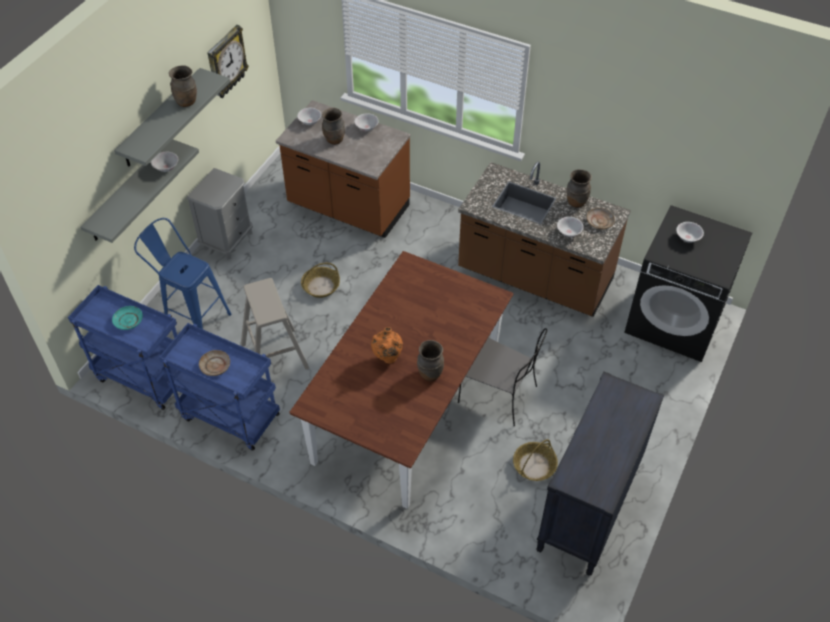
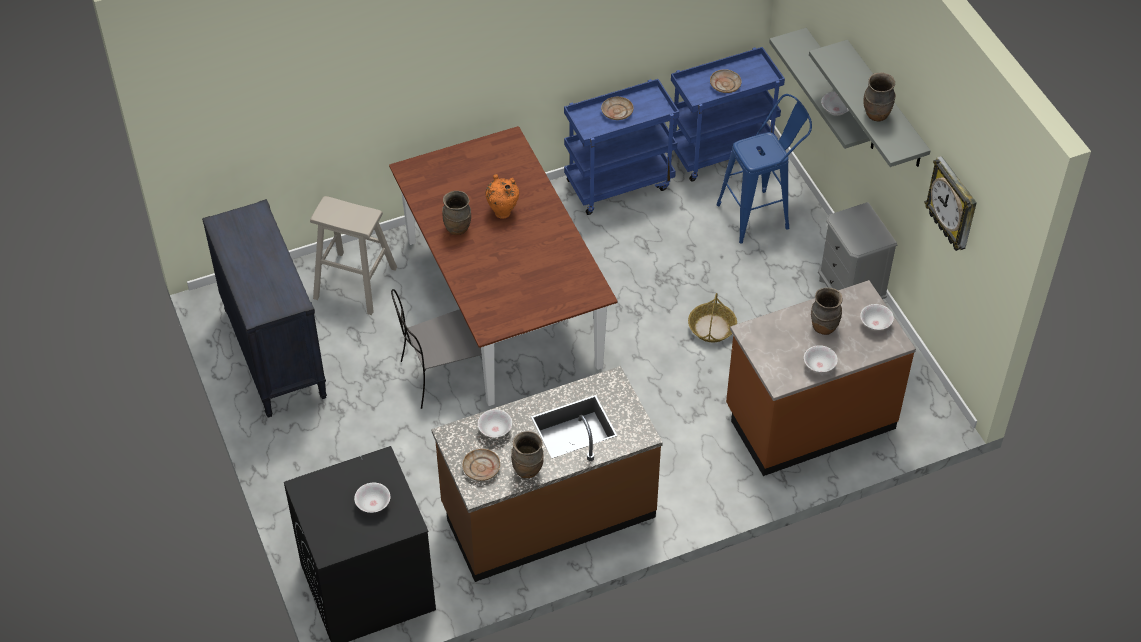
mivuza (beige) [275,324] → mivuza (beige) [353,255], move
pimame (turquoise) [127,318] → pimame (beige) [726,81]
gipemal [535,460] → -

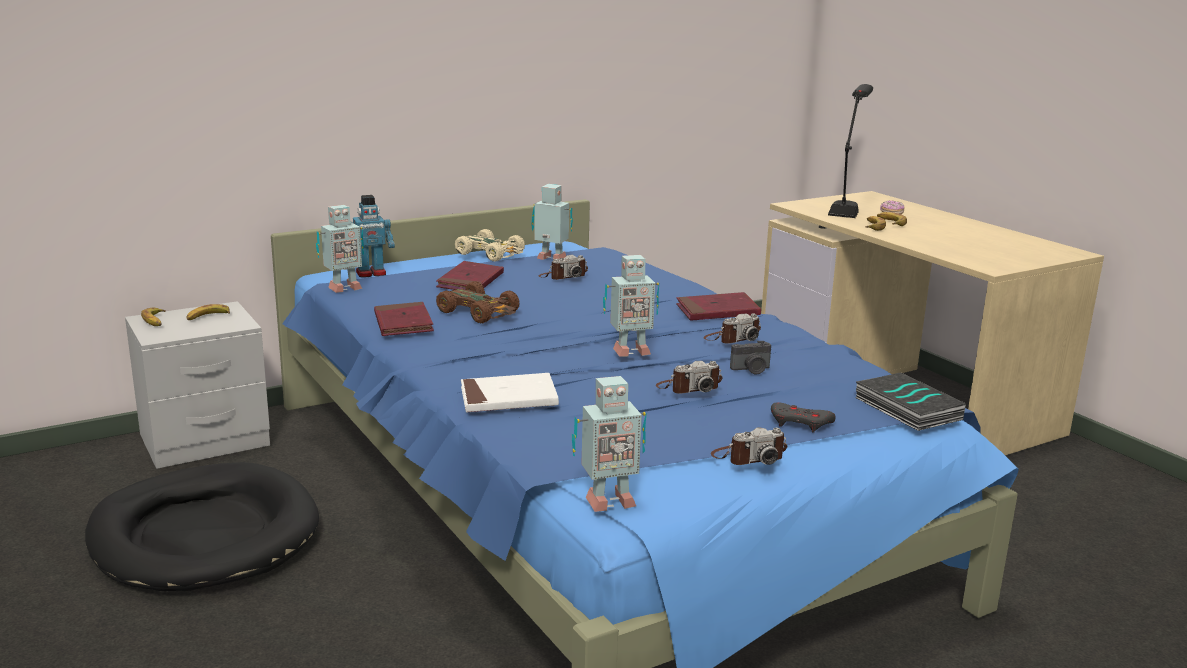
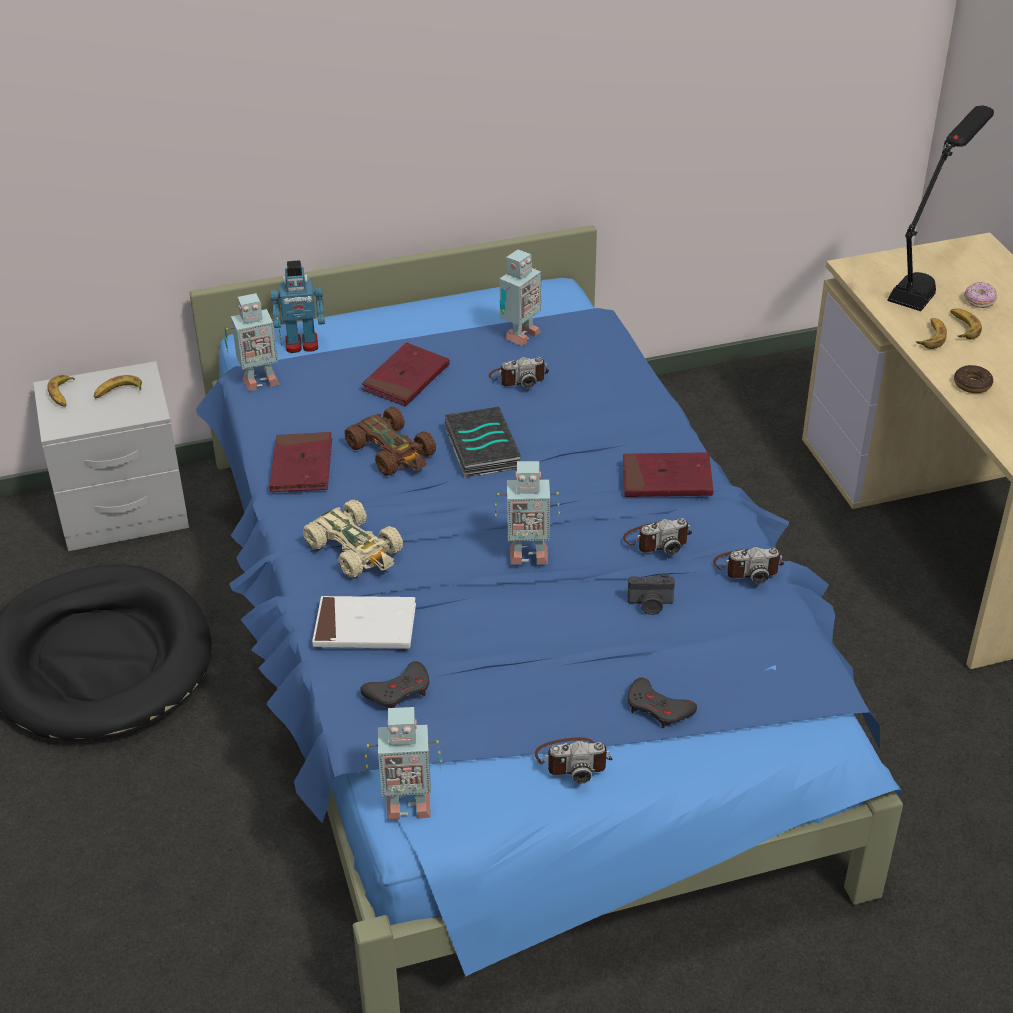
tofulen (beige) [490,245] → tofulen (beige) [353,539], move
- → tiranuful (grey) [394,684]
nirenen [910,401] → nirenen [483,442], move
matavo [552,222] → matavo [521,298], 90 degrees clockwise
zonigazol [689,377] → zonigazol [748,565], move
- → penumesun [973,379]

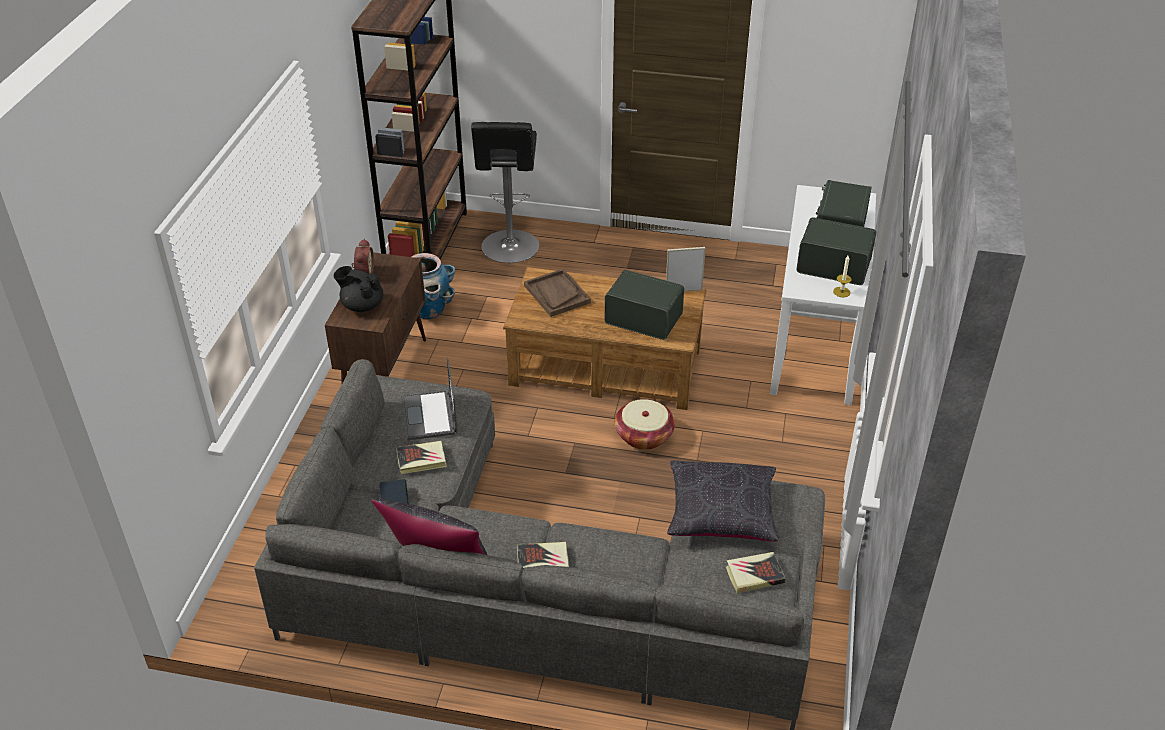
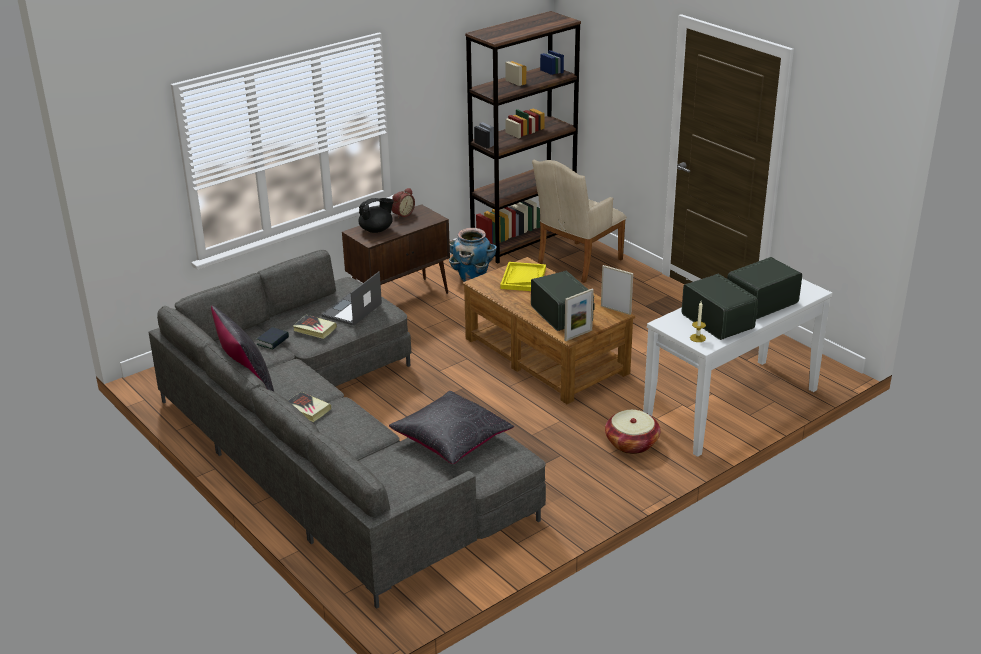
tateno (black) [358,289] → tateno (black) [376,215], 90 degrees clockwise
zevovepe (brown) [557,293] → zevovepe (yellow) [523,276]
mivuza (black) [505,192] → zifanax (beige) [579,221]
- → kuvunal [579,315]
gipemal [645,424] → gipemal [632,432], move
nirenen [756,572] → -

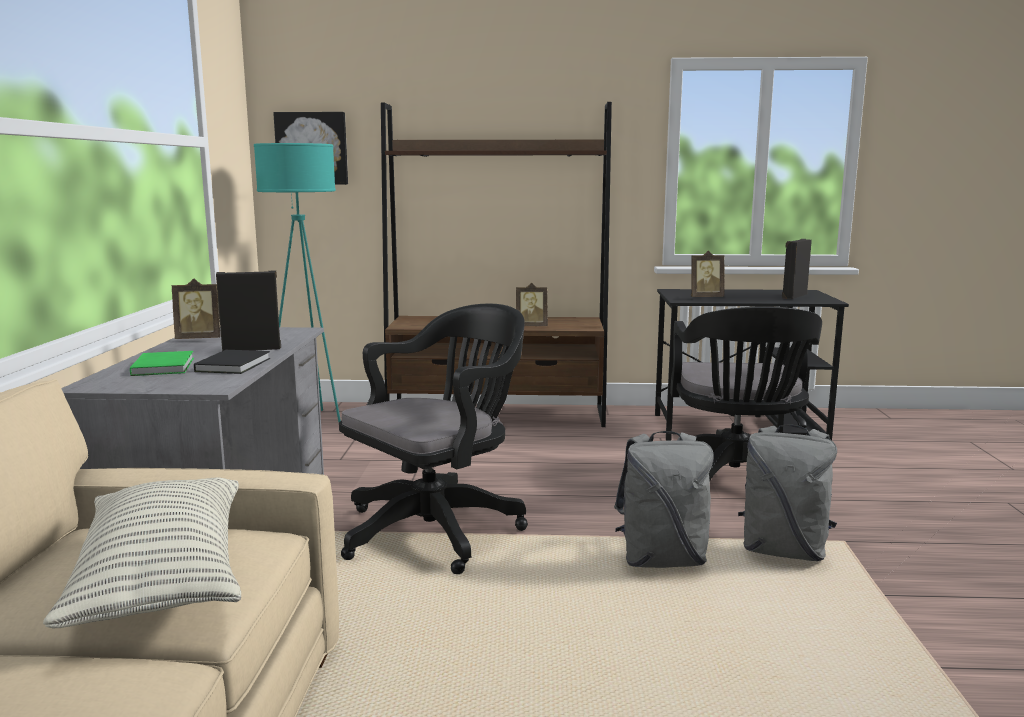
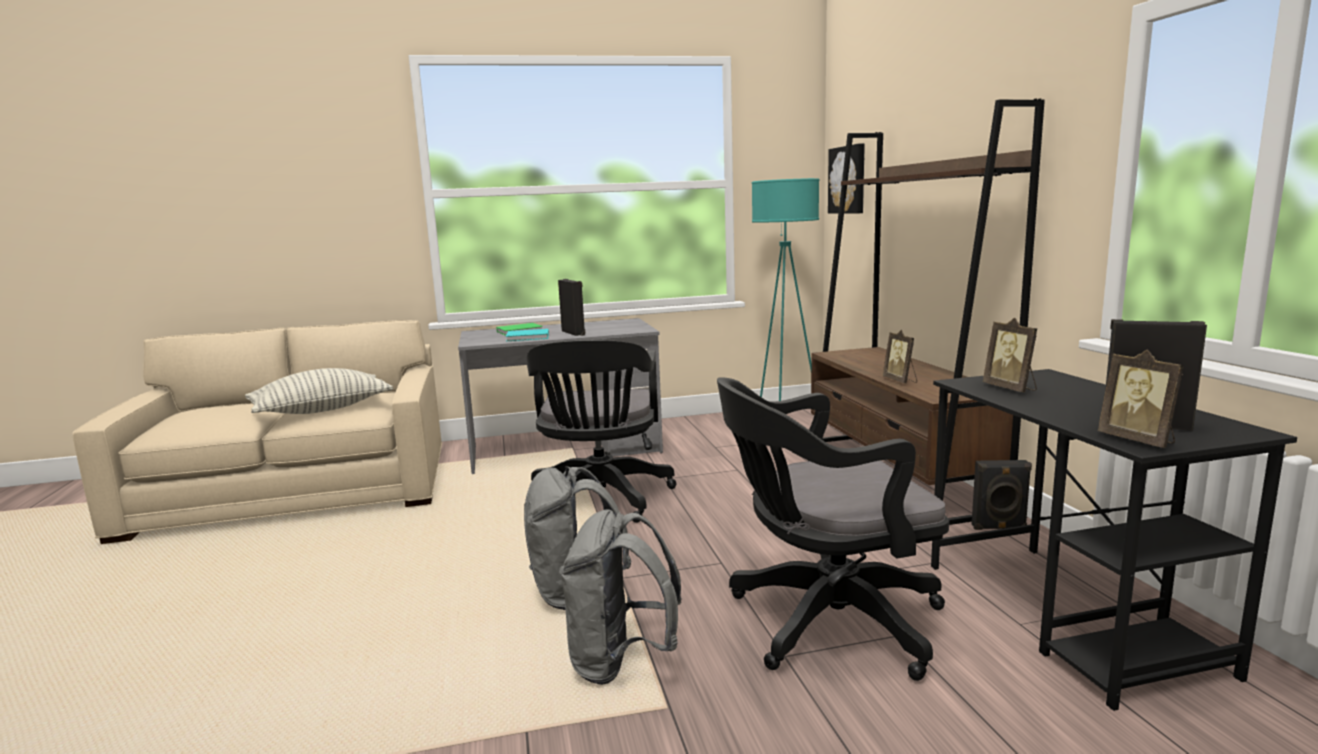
nirenen (black) [232,362] → nirenen (turquoise) [527,335]
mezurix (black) [433,439] → mezurix (black) [601,431], 60 degrees clockwise
- → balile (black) [1002,495]
kuvunal [196,309] → kuvunal [1141,399], move

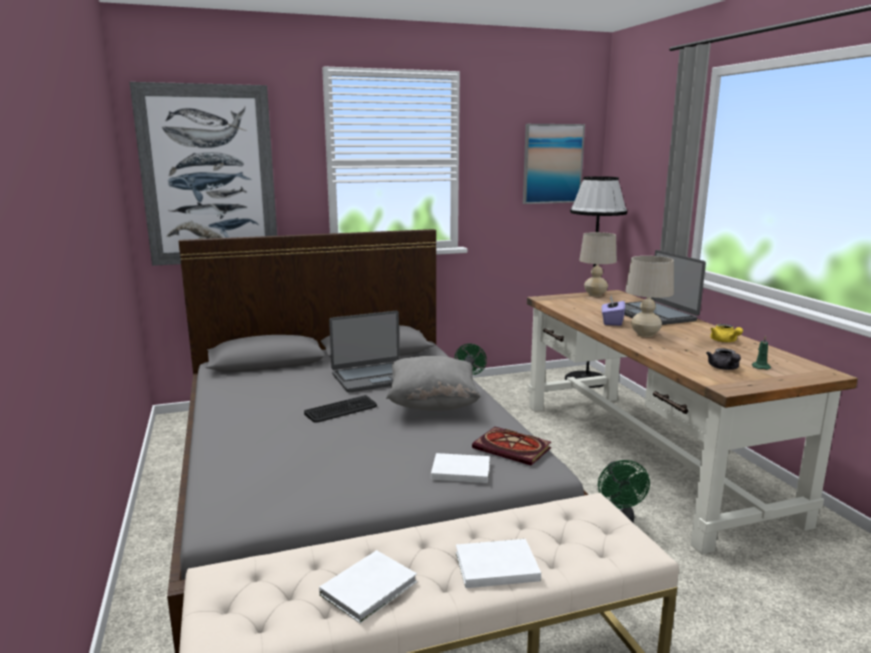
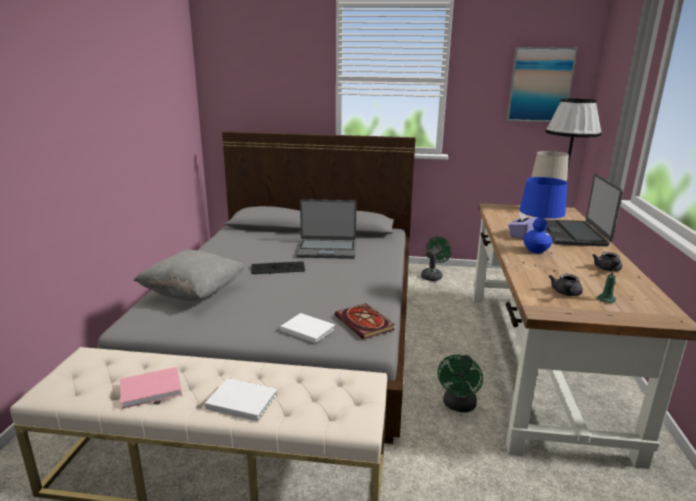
nirenen (white) [368,587] → nirenen (pink) [151,388]
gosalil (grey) [433,383] → gosalil (grey) [189,275], move
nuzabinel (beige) [649,296] → nuzabinel (blue) [543,215]
tateno (yellow) [726,333] → tateno (grey) [607,261]
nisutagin [203,174] → -

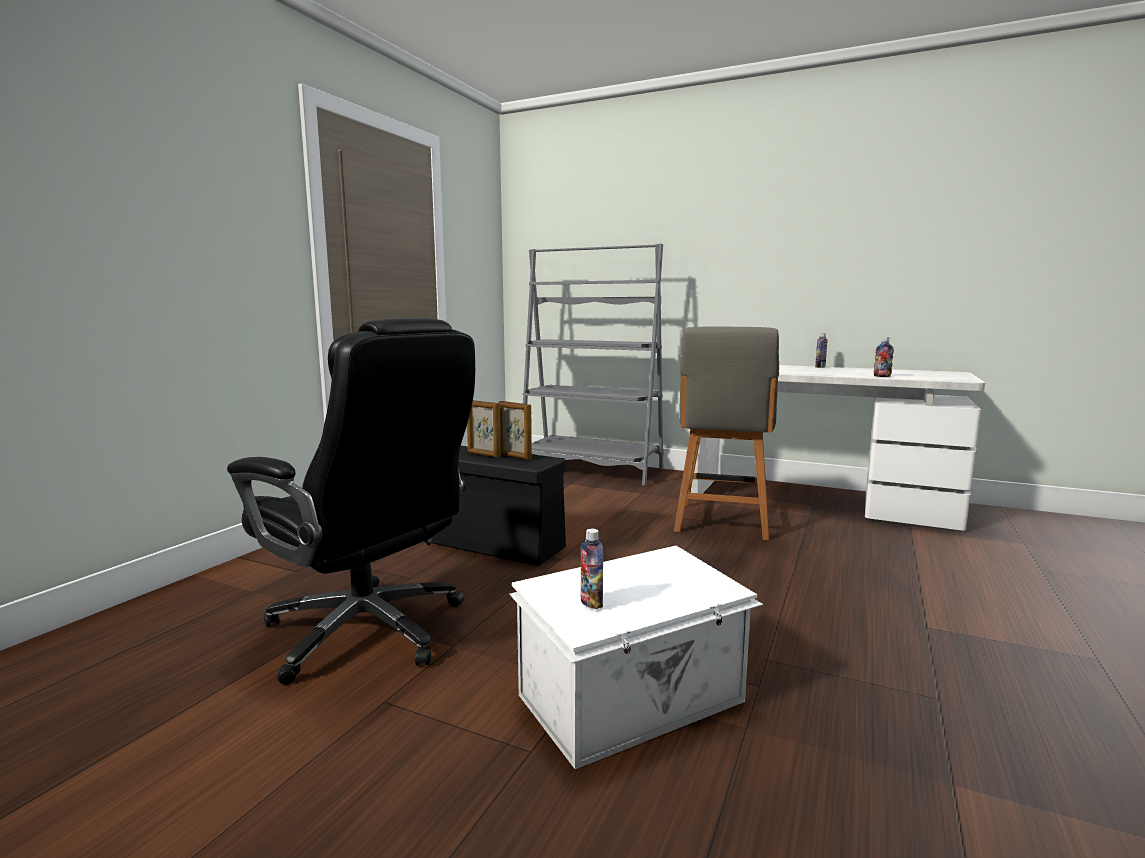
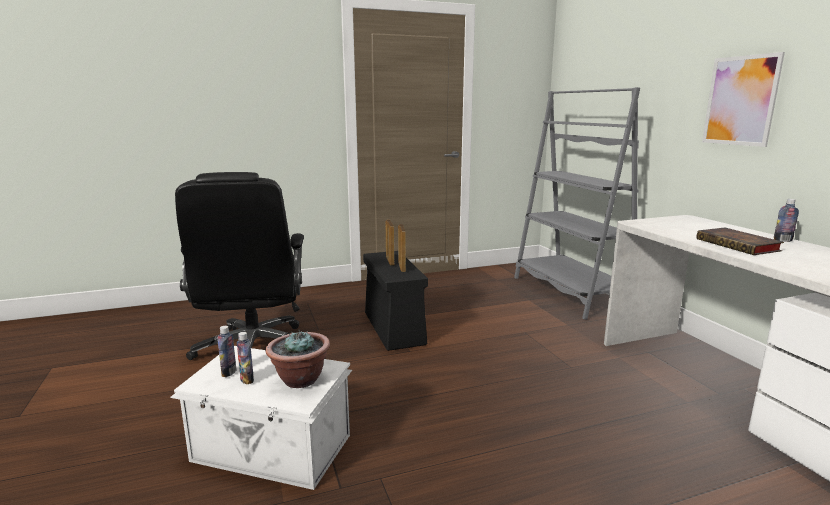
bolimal [883,357] → bolimal [245,358], move
- → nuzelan [298,358]
- → nirenen [740,241]
- → nisutagin [743,99]
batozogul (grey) [726,433] → -

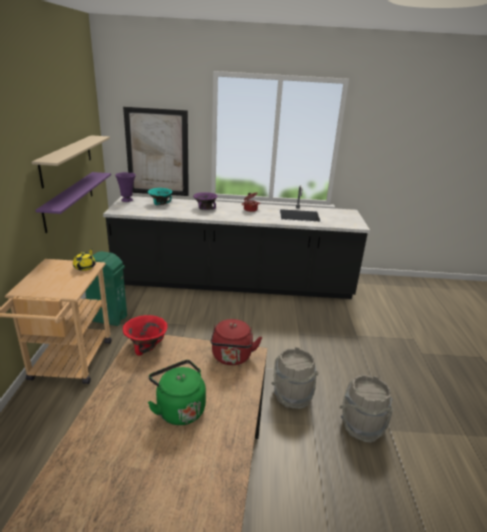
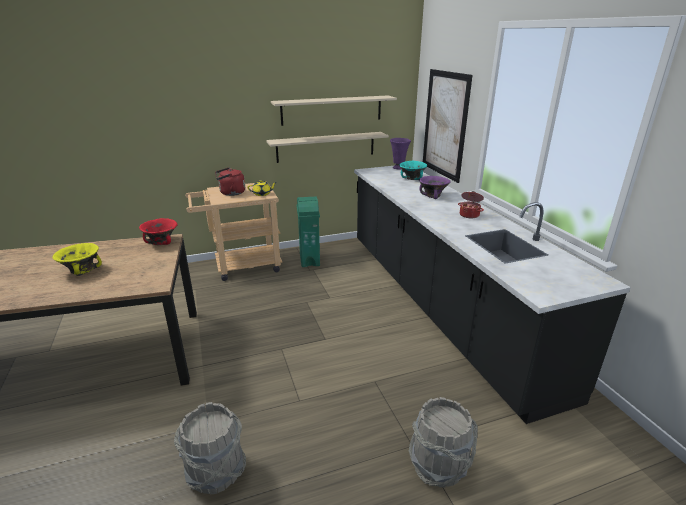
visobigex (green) [177,392] → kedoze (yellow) [77,259]
visobigex (red) [236,342] → visobigex (red) [230,181], move
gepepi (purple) [73,202] → gepepi (beige) [327,147]
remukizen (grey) [295,378] → remukizen (grey) [443,442], move

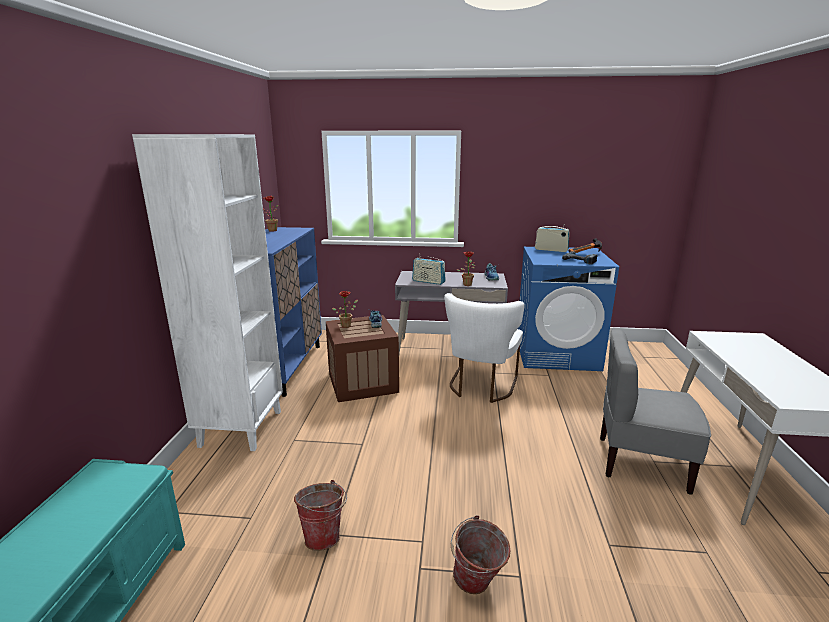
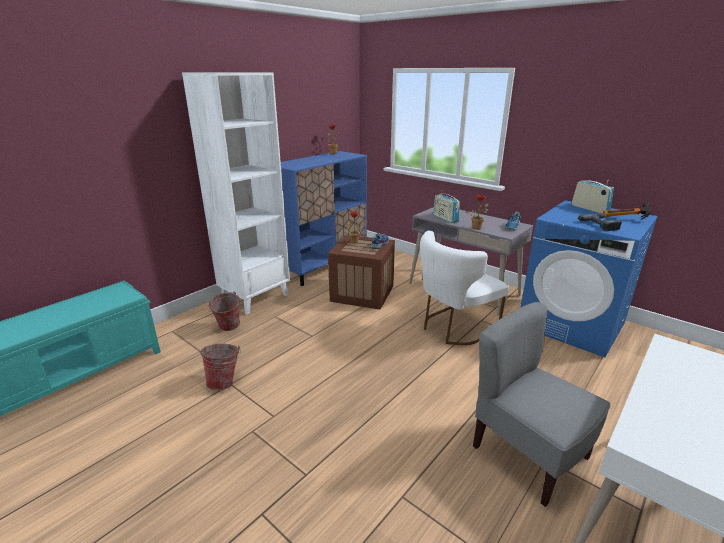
remukizen [480,554] → remukizen [223,311], move

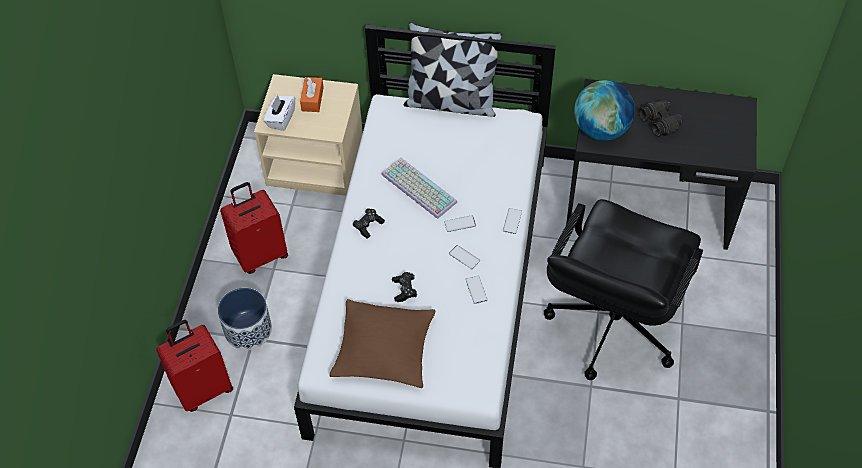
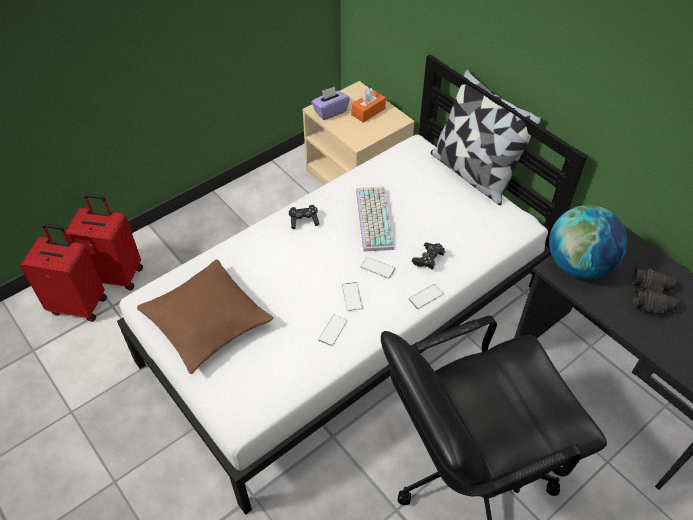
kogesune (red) [254,228] → kogesune (red) [63,272], move
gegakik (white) [279,113] → gegakik (purple) [330,103]
tiranuful (black) [404,287] → tiranuful (black) [429,256], move
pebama [245,319] → -

